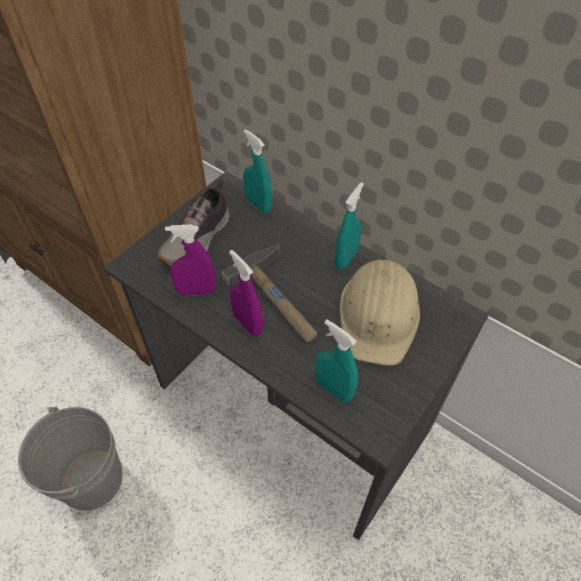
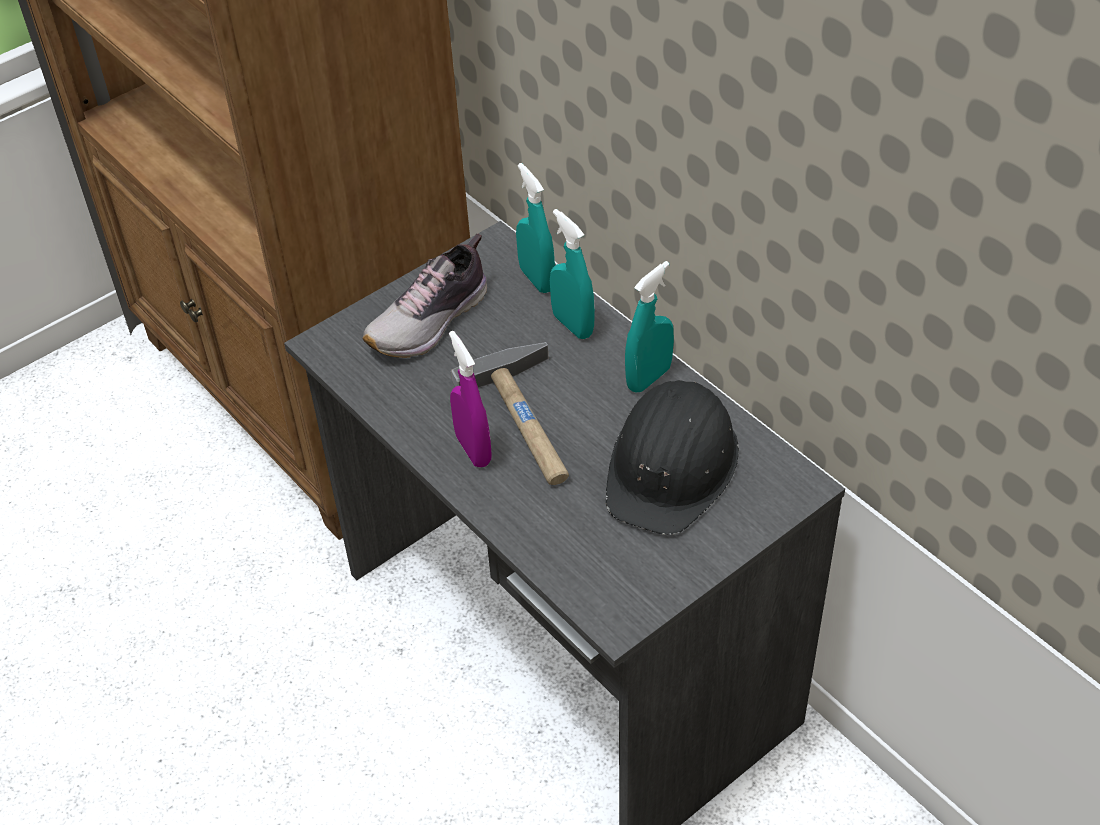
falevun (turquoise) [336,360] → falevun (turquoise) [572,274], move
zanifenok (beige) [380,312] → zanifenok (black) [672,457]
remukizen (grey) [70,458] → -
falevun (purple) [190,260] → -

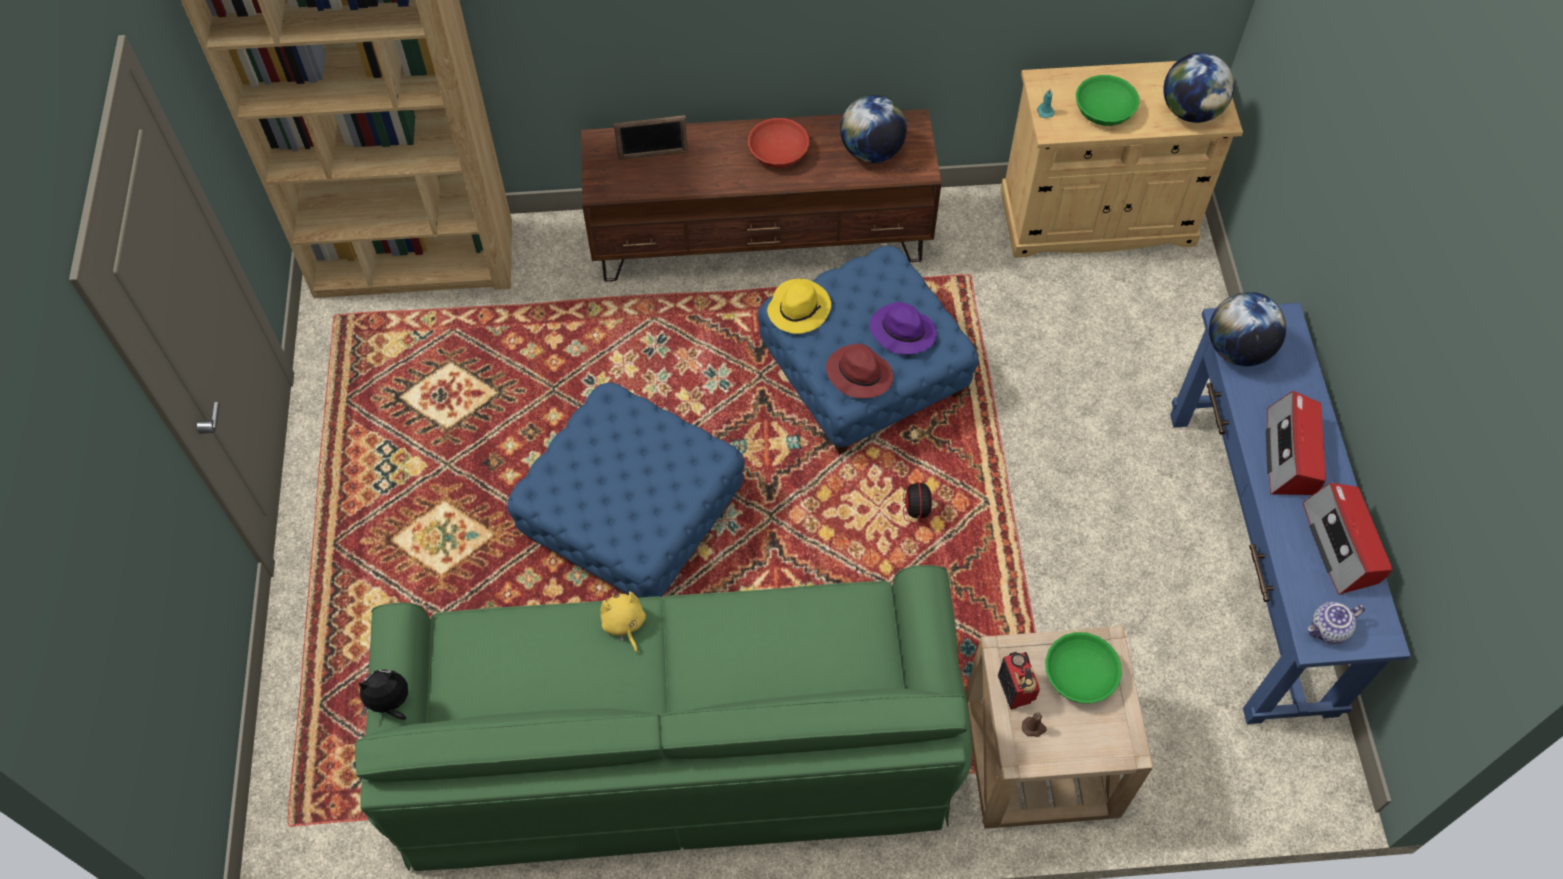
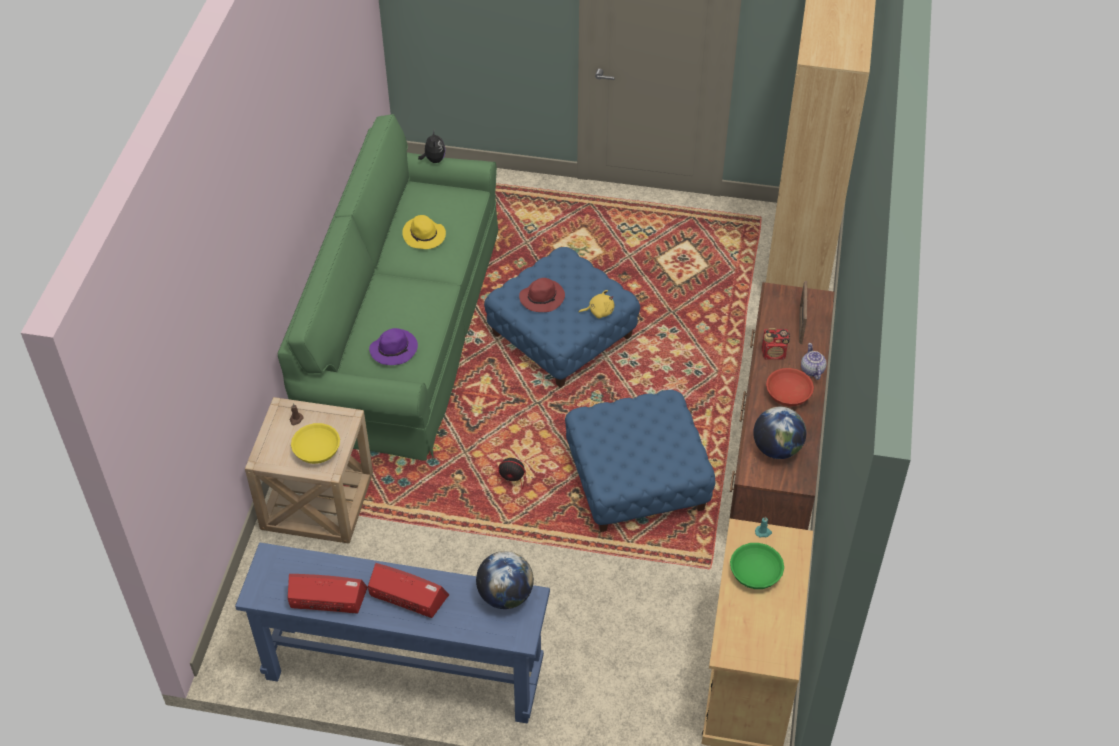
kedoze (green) [1083,667] → kedoze (yellow) [315,443]
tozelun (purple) [903,328] → tozelun (purple) [393,346], move
tozelun (yellow) [799,306] → tozelun (yellow) [424,232], move
tozelun (red) [859,371] → tozelun (red) [542,295], move
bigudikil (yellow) [623,621] → bigudikil (yellow) [596,304], move
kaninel [1019,681] → kaninel [775,344], move
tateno [1336,623] → tateno [814,361], move
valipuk [1198,88] → -

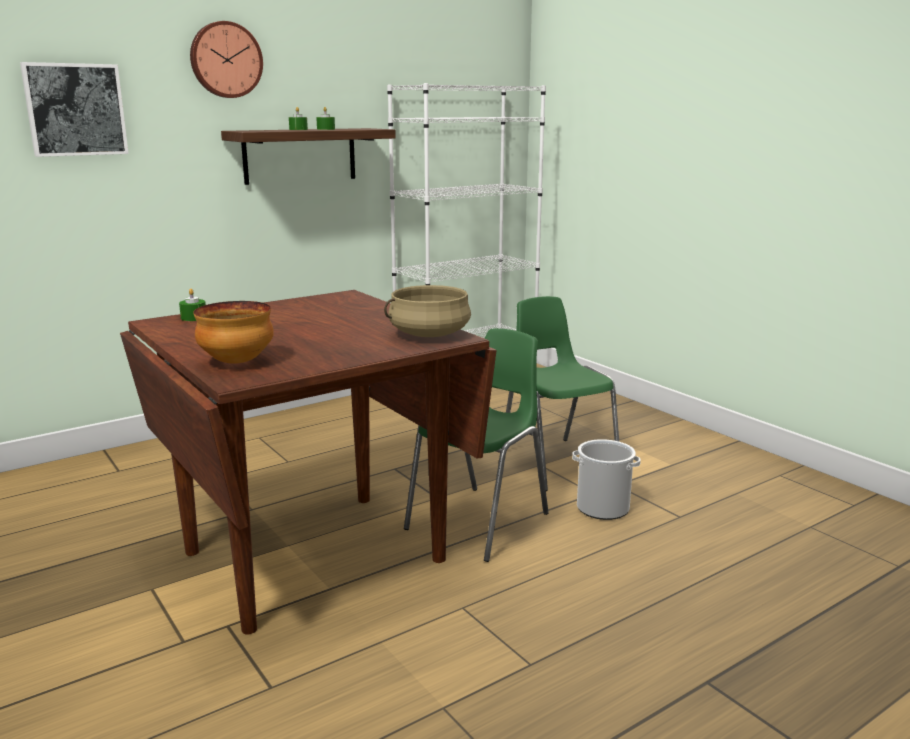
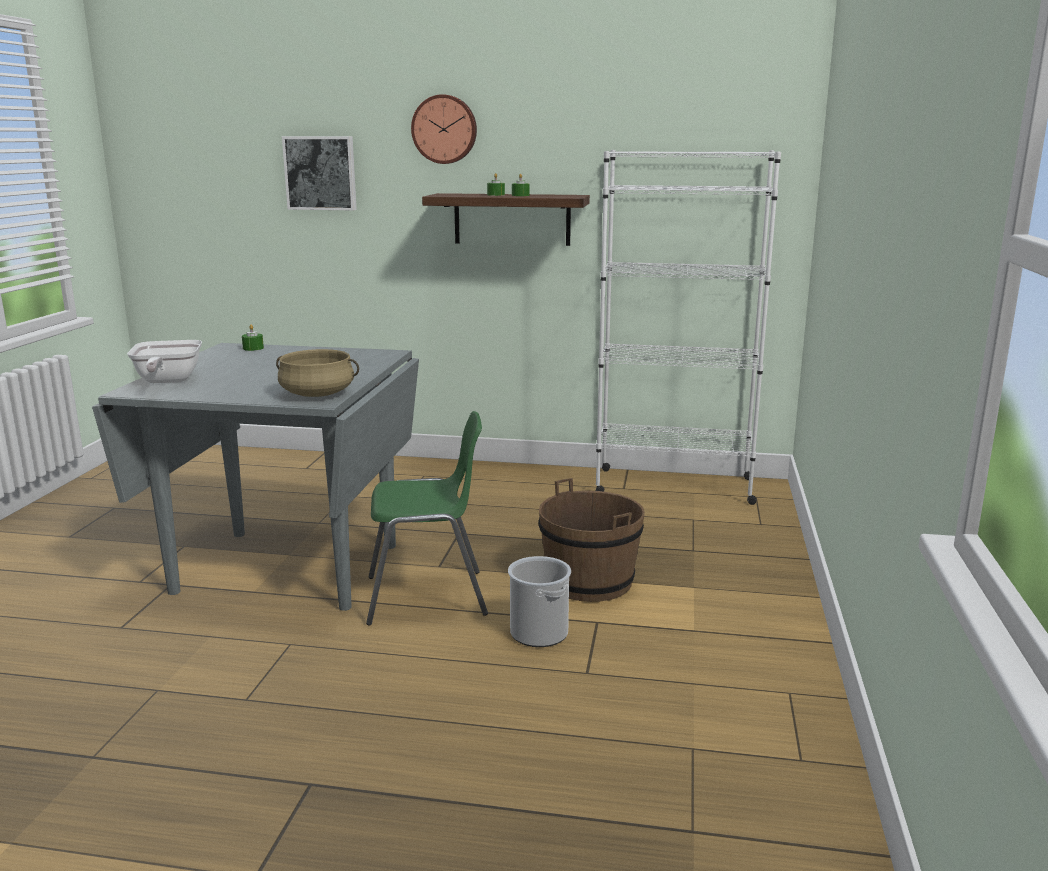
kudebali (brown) [308,462] → kudebali (grey) [255,477]
kedoze [233,332] → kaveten [164,361]
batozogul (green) [560,393] → remukizen (brown) [591,540]

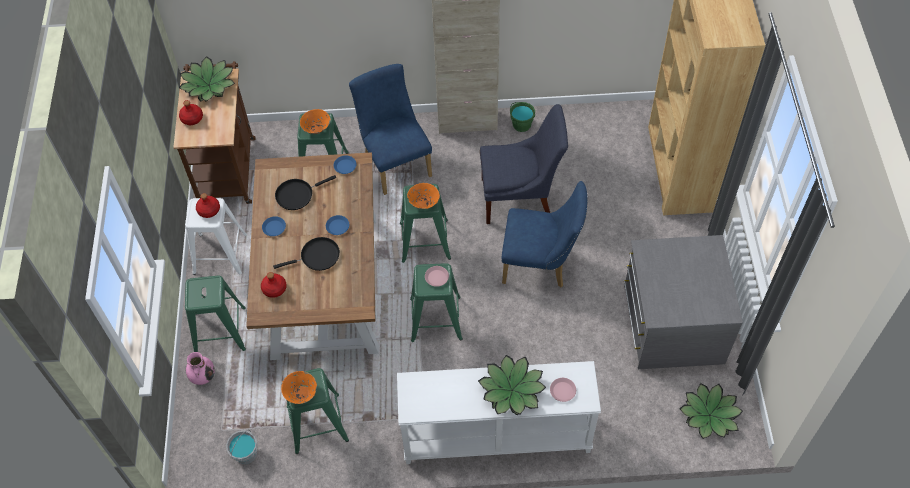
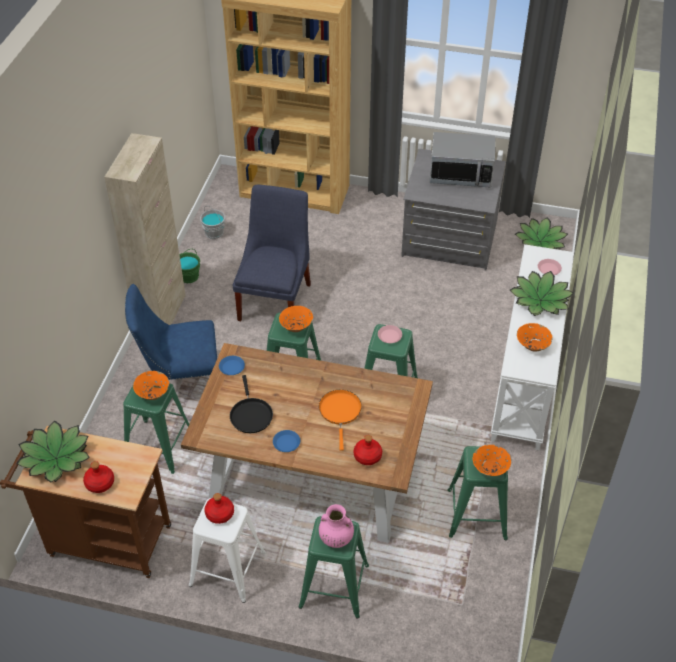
remukizen (grey) [241,447] → remukizen (grey) [212,222], move
kaveten (black) [306,254] → kaveten (orange) [340,420]
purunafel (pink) [200,368] → purunafel (pink) [336,526], move
- → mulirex [462,160]
- → kedoze (orange) [535,337]
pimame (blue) [337,225] → -
batozogul (blue) [545,234] → -

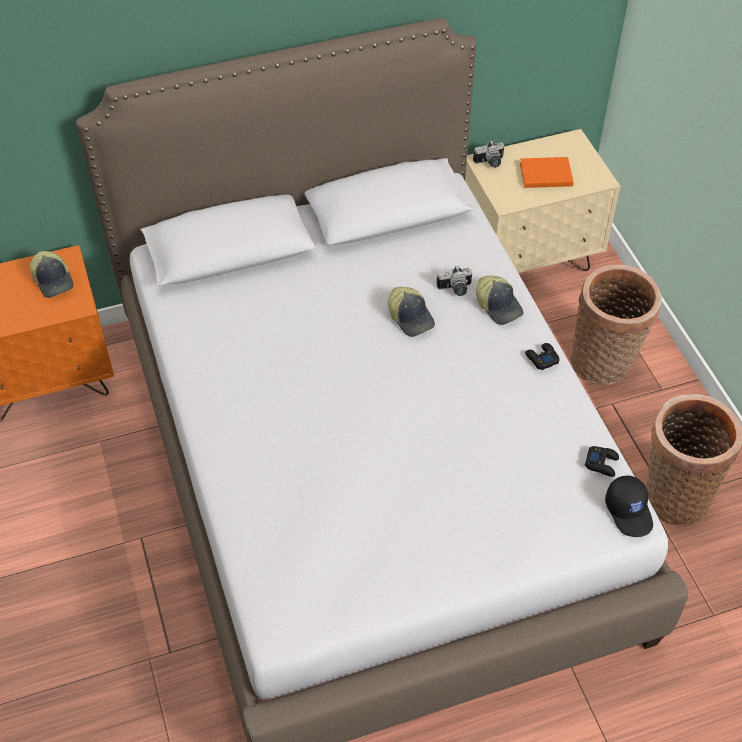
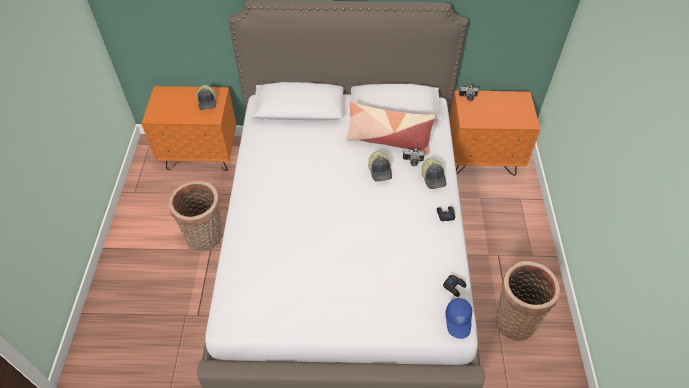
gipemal [616,325] → gipemal [195,216], move
- → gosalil [391,128]
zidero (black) [629,506] → zidero (blue) [458,318]
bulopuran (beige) [543,201] → bulopuran (orange) [495,133]
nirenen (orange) [547,172] → -

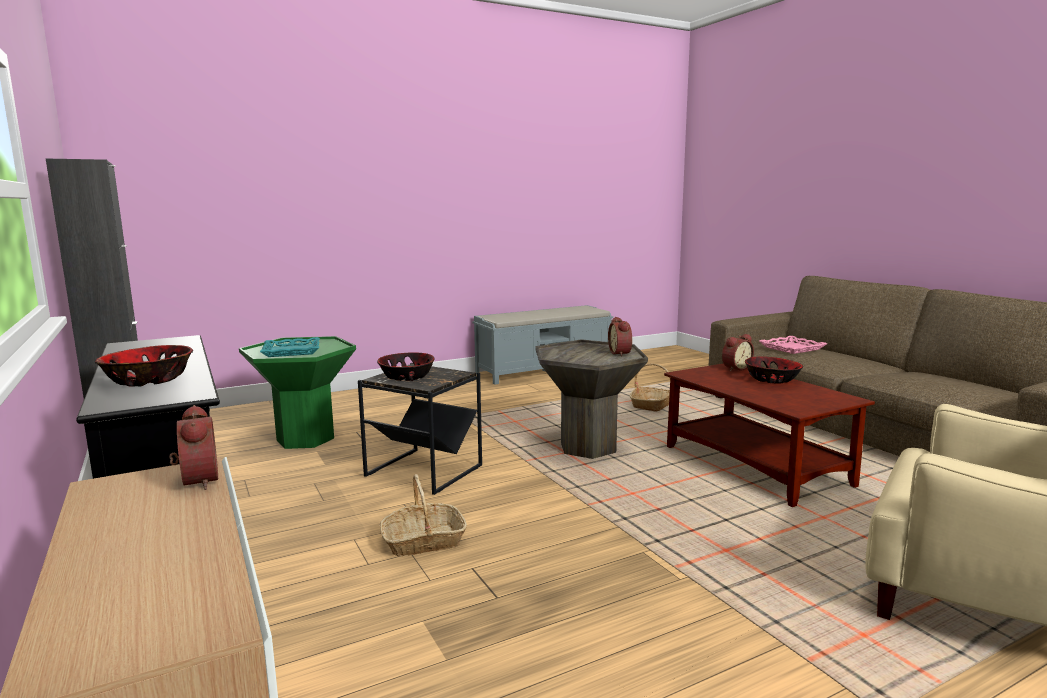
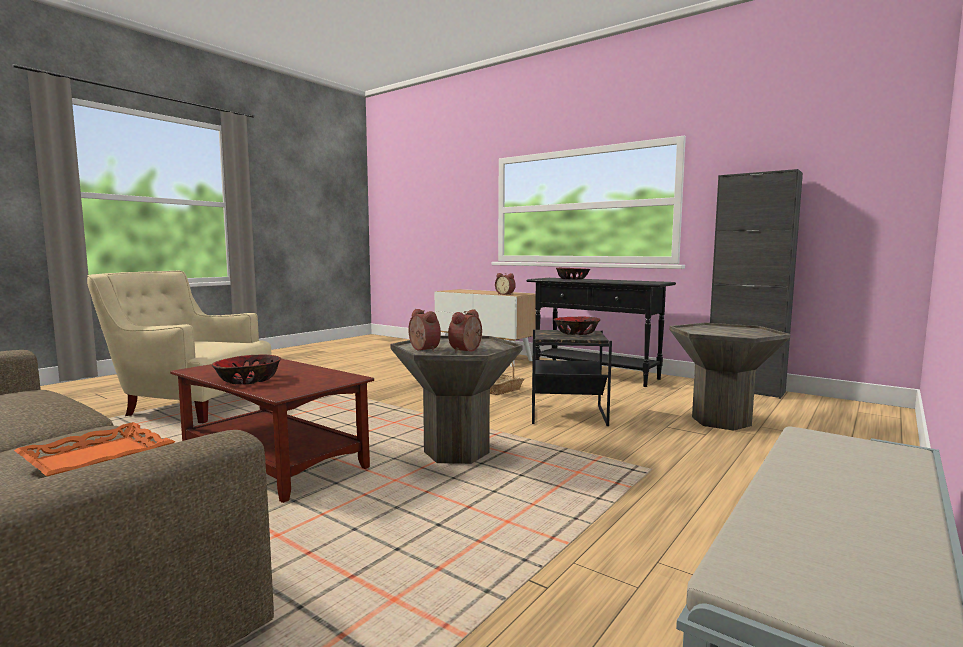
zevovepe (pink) [793,345] → zevovepe (orange) [94,449]
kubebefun [738,352] → kubebefun [465,331], move
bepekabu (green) [297,392] → bepekabu (grey) [730,377]
zevovepe (turquoise) [290,347] → -
gipemal [650,388] → -

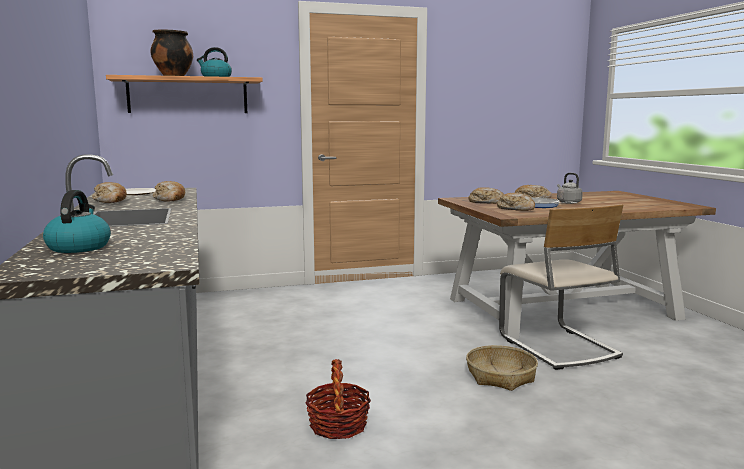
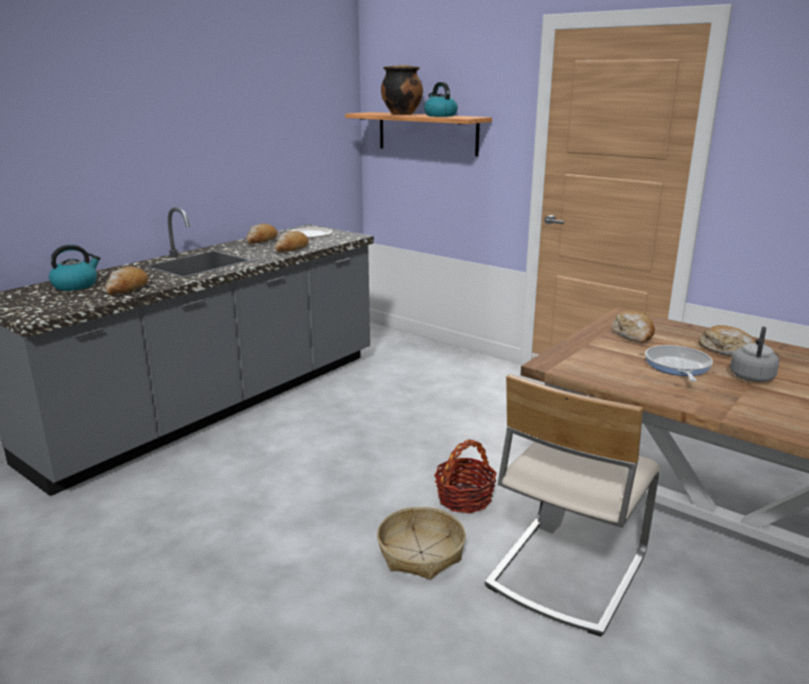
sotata [516,202] → sotata [127,280], move
gipemal [338,399] → gipemal [465,476], move

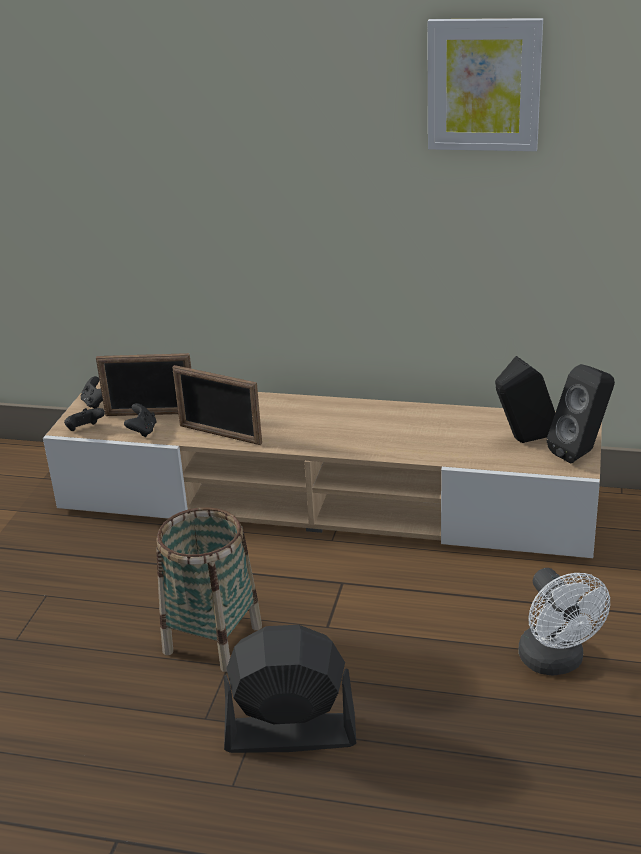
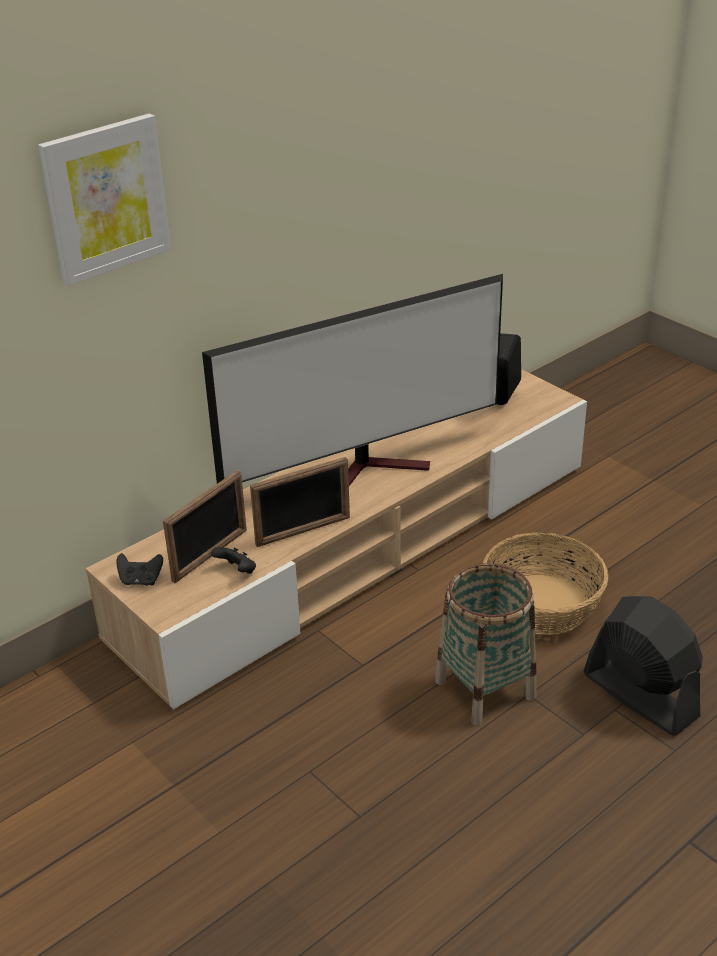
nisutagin [485,84] → nisutagin [104,200], move
- → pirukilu [352,380]
- → gipemal [545,583]
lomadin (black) [290,689] → lomadin (black) [643,666], 105 degrees clockwise
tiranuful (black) [84,419] → -
lomadin (white) [564,622] → -
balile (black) [581,413] → -

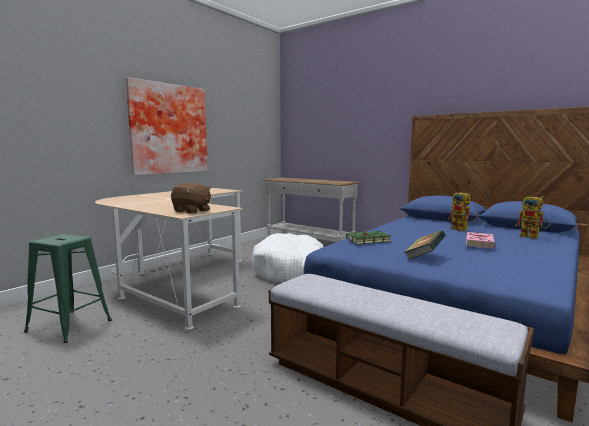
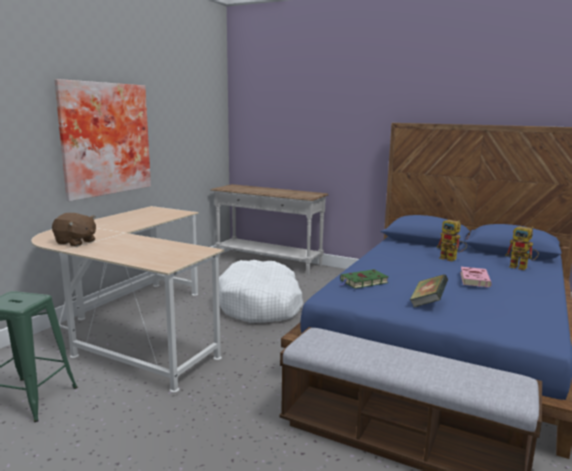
bigudikil (brown) [191,198] → bigudikil (brown) [74,229], move

